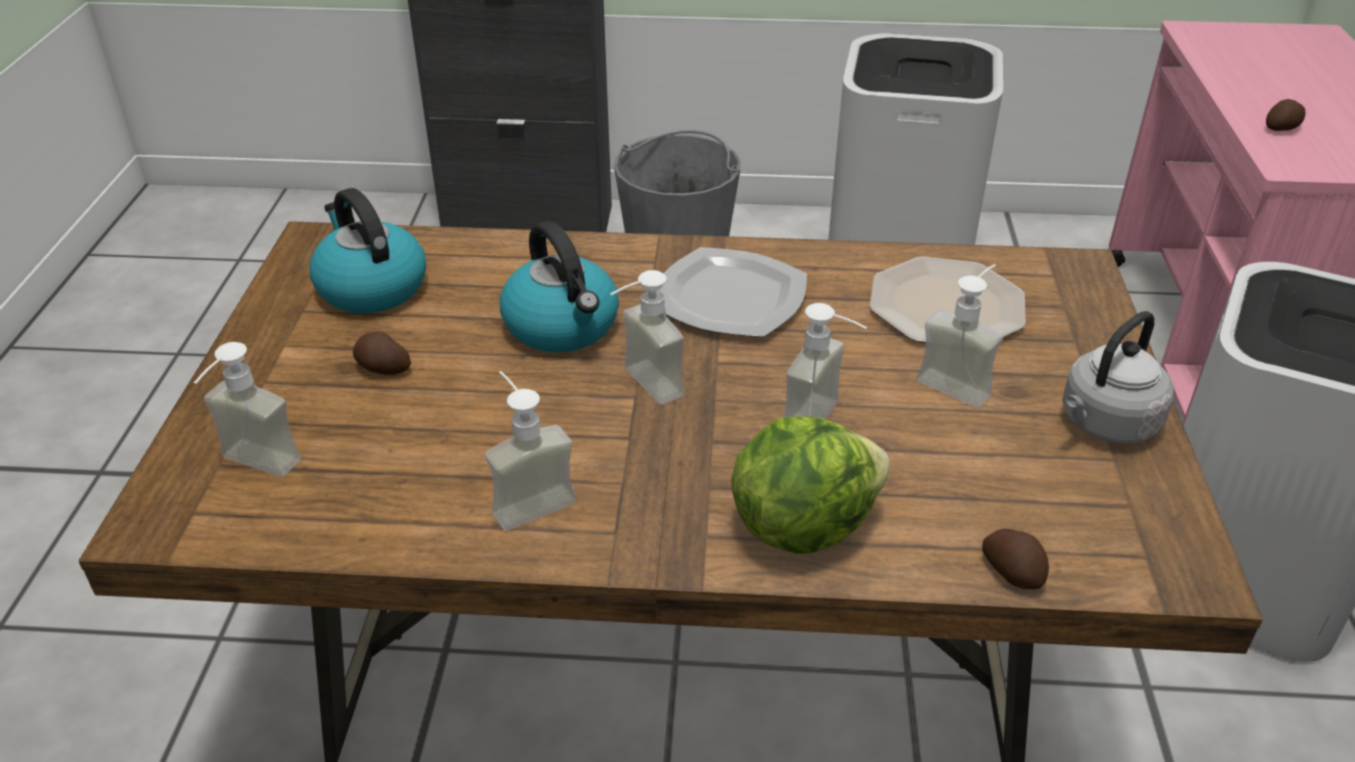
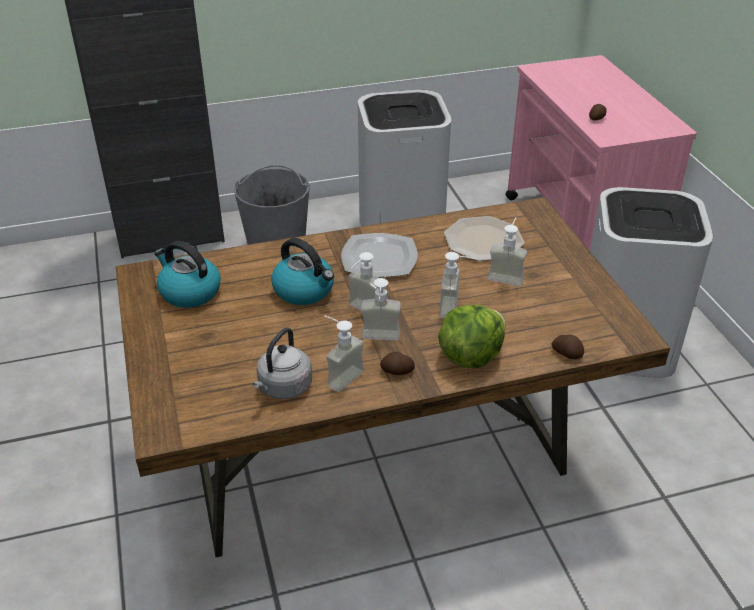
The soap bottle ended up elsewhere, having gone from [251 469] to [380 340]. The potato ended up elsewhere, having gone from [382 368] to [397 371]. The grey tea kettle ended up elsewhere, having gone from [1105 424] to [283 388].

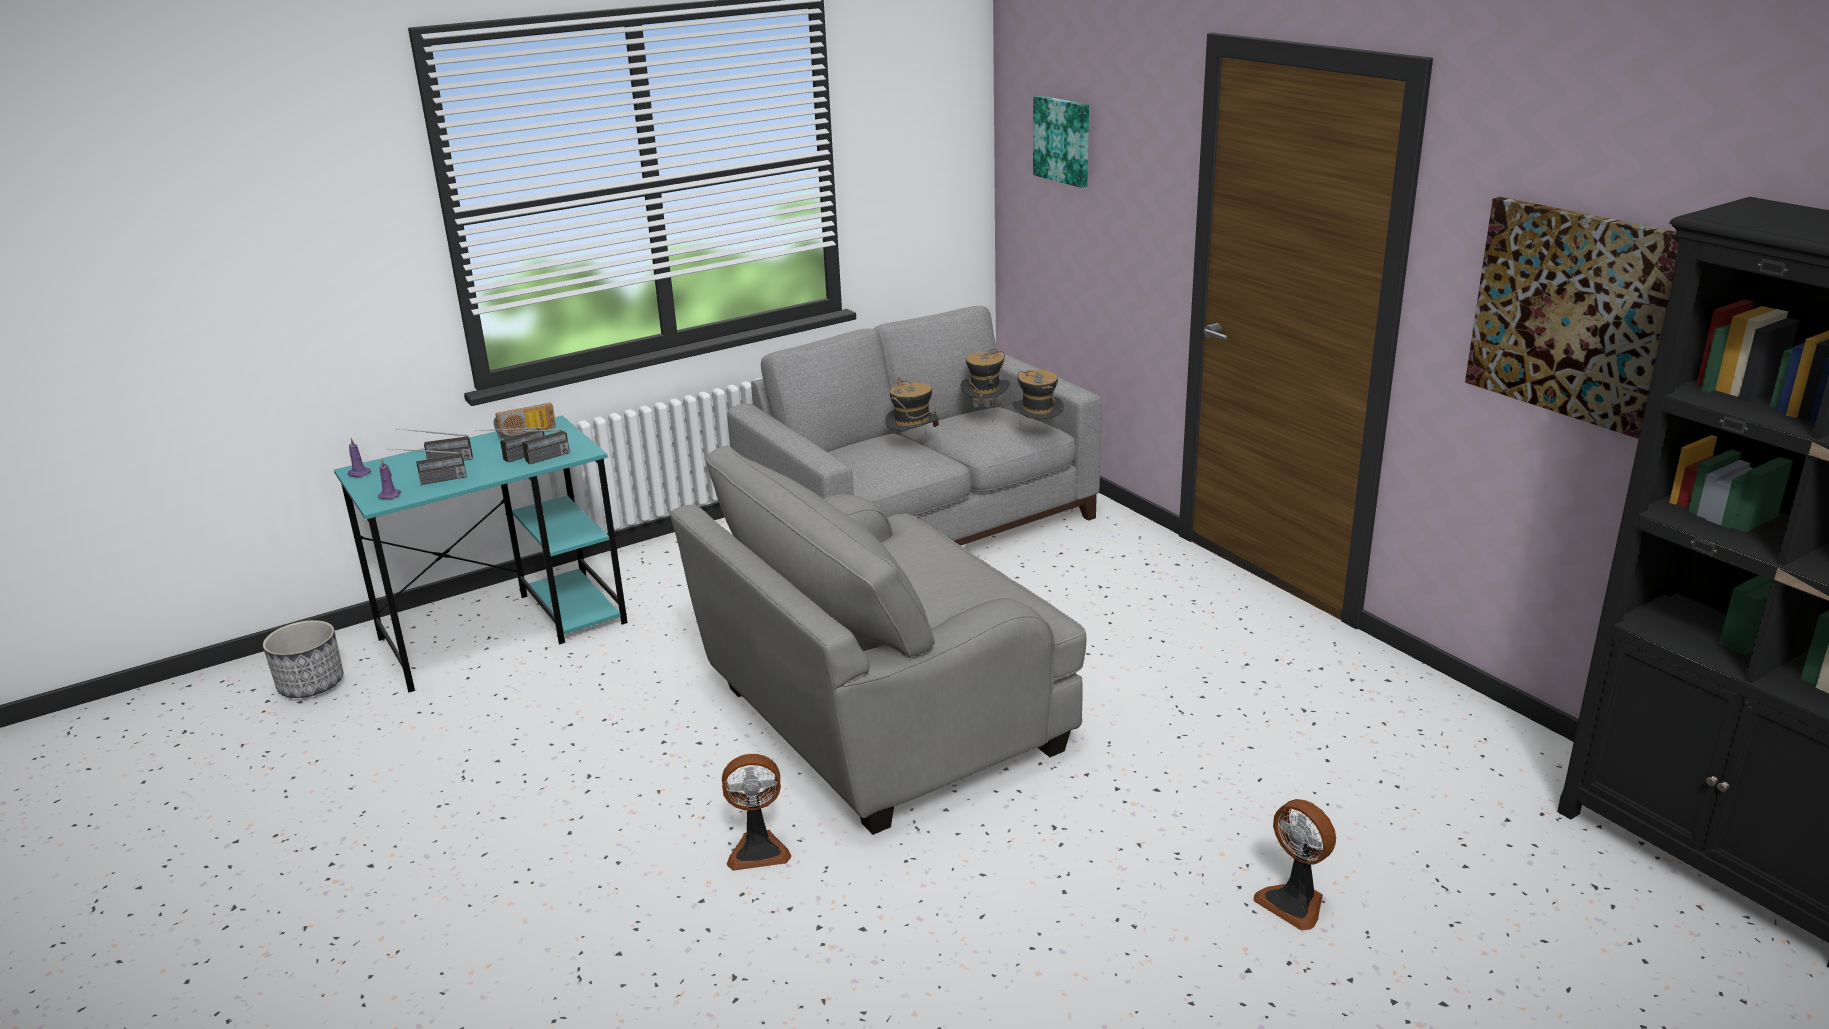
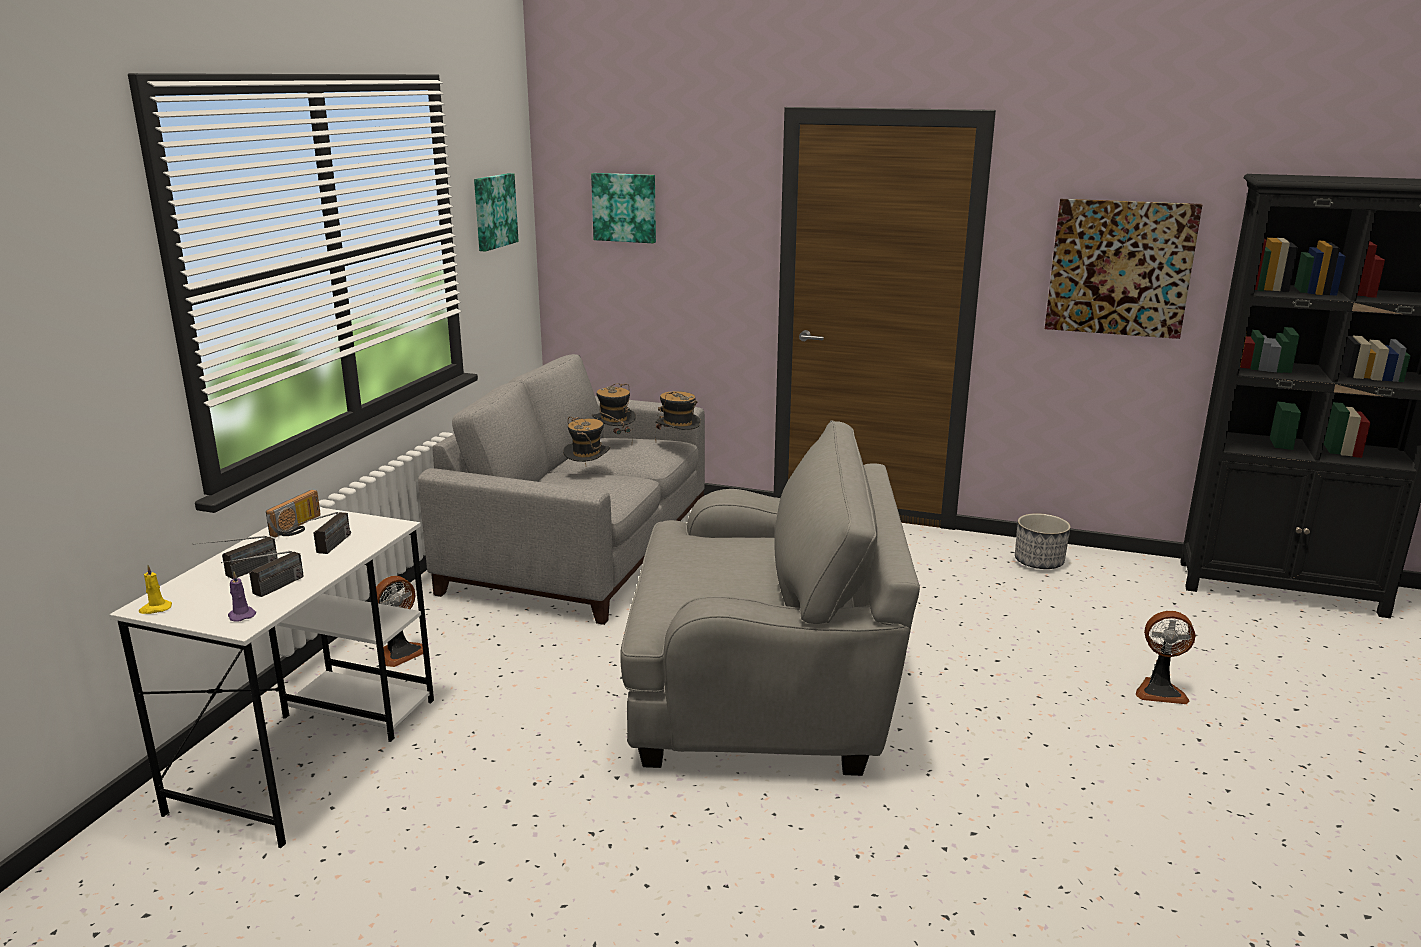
The planter ended up elsewhere, having gone from [311 685] to [1039 562]. What was the turquoise-coloured desk table at [505 630] turned into the whitish desk table at [310 751]. What was the purplish wax light at [358 474] turned into the yellowish wax light at [155 609]. The second view lost the radio at [537 460]. The grey lounge chair at [880 722] ended up facing another way, 105 degrees counterclockwise from before. The electric fan ended up elsewhere, having gone from [758 850] to [400 652]. The second view gained the picture at [493 211].

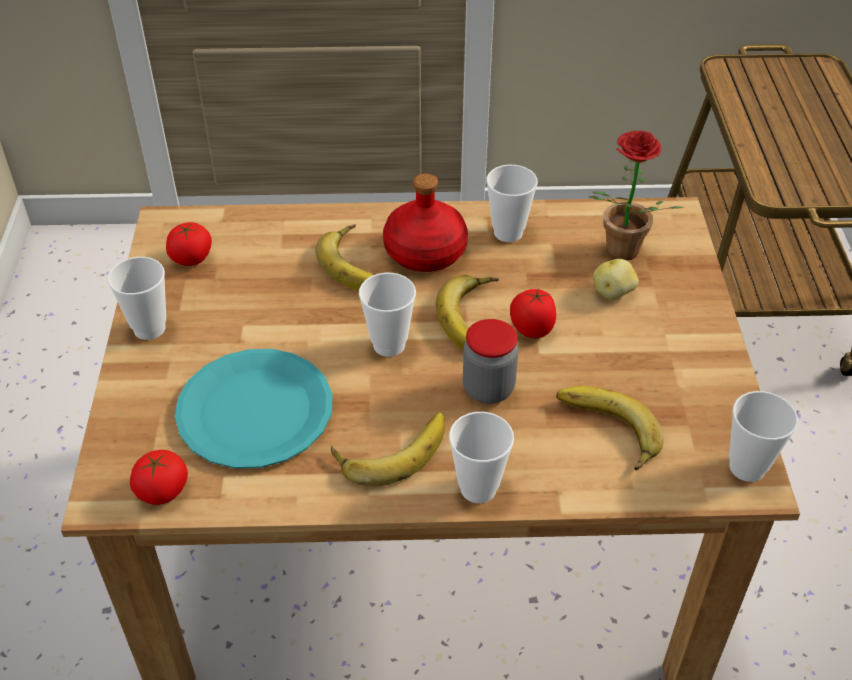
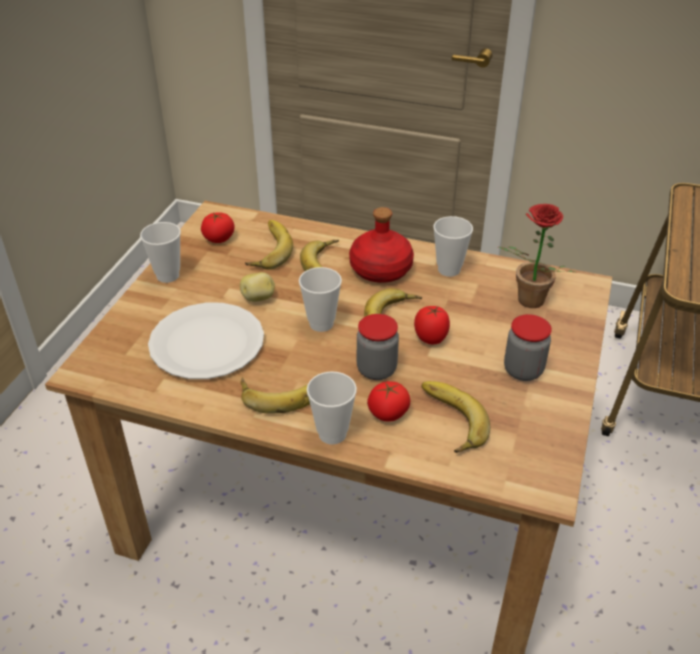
The whole tomato ended up elsewhere, having gone from [163 491] to [388 413]. What was the turquoise-coloured plate at [255 410] turned into the whitish plate at [207 343]. The potato ended up elsewhere, having gone from [613 292] to [259 298]. The second view lost the small cup at [747 467]. The second view gained the banana fruit at [267 249]. The second view gained the jar at [523 370].

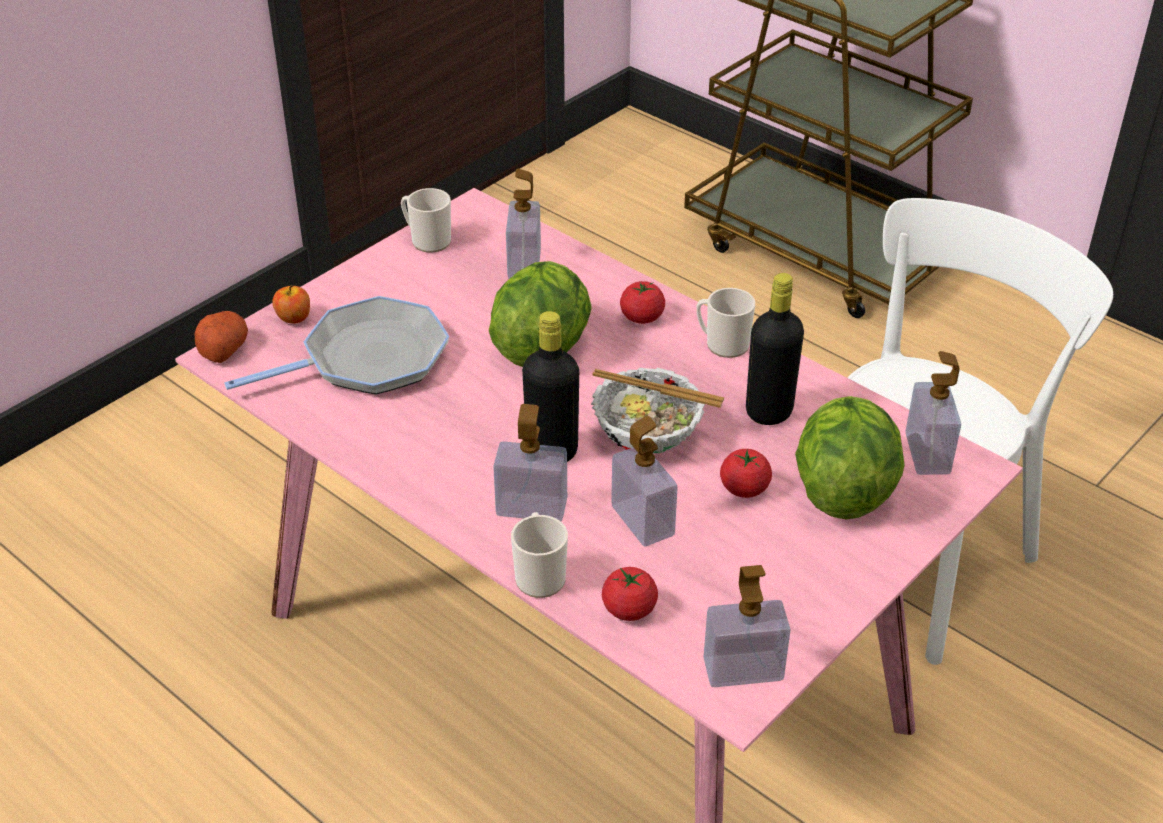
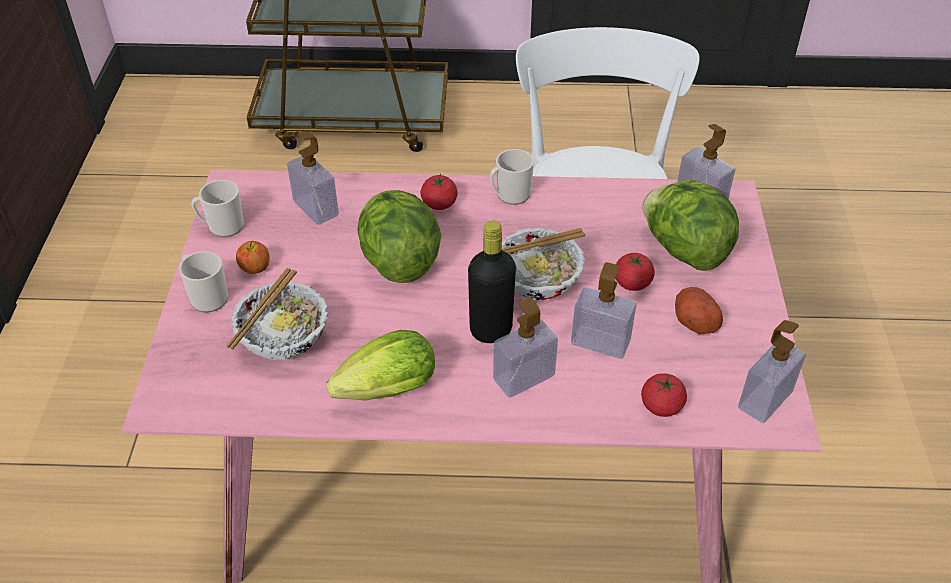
The potato ended up elsewhere, having gone from [223 349] to [694 321]. Where the skillet stood at [367 359], the bowl came to stand at [283 340]. The apple ended up elsewhere, having gone from [293 318] to [255 268]. The tea mug ended up elsewhere, having gone from [539 575] to [206 297]. The second view lost the blackish beverage bottle at [769 411]. The second view gained the lettuce head at [382 392].

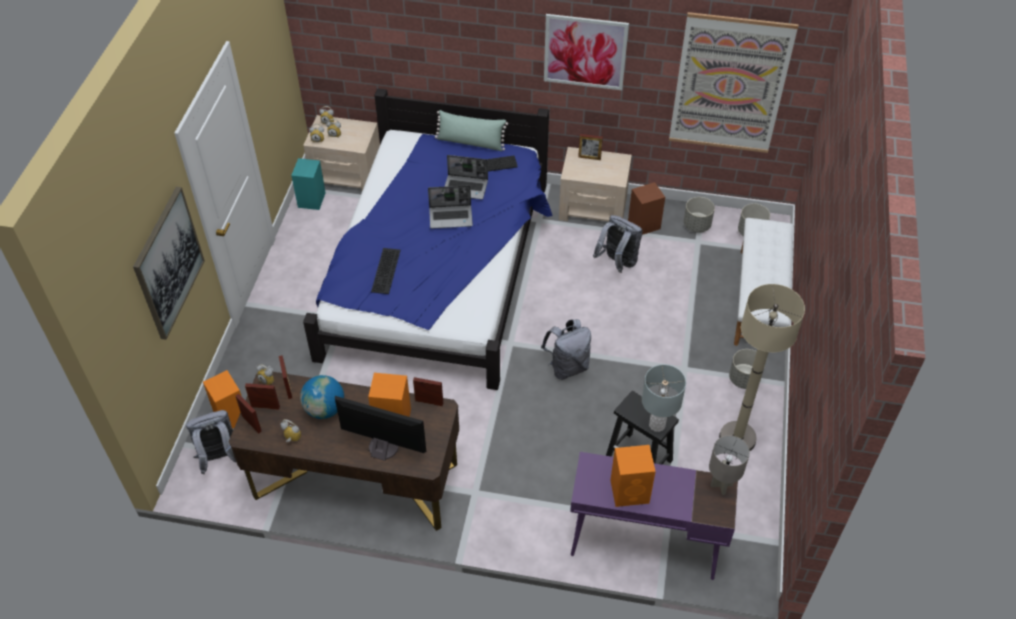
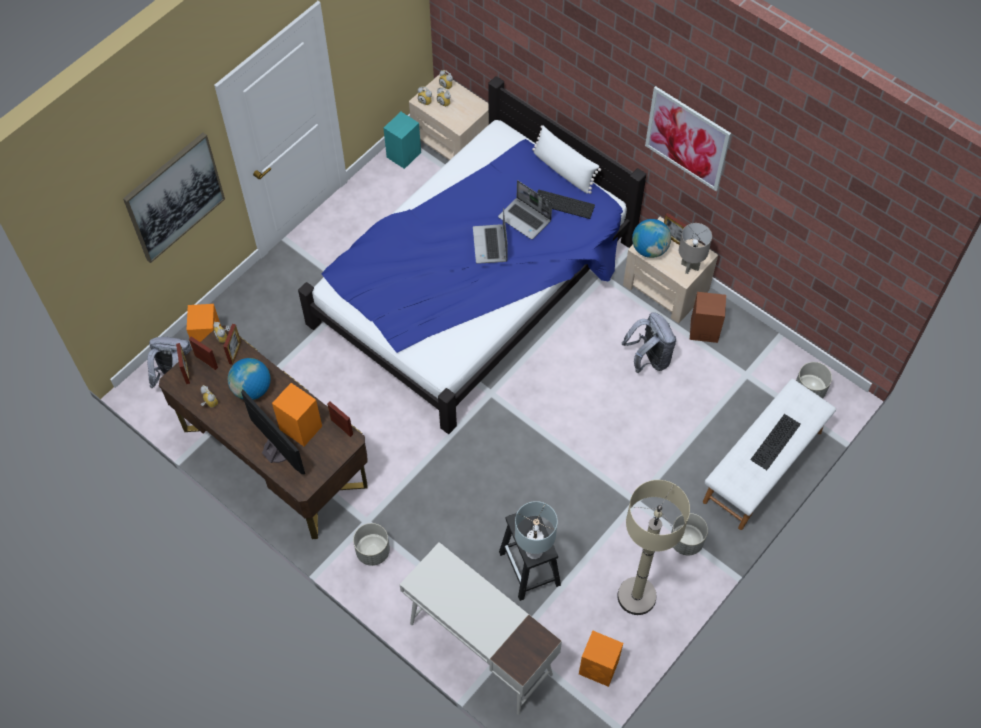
The computer keyboard ended up elsewhere, having gone from [387 271] to [776 443]. The portable computer at [451 217] ended up facing another way, 60 degrees clockwise from before. What was the green-coloured throw pillow at [470 142] turned into the whitish throw pillow at [563 170]. The second view lost the grey rucksack at [567 367]. What was the purplish desk table at [643 543] turned into the whitish desk table at [480 648]. The orange-coloured speaker ended up elsewhere, having gone from [630 491] to [599 668]. The second view lost the picture at [729 85]. The grey planter ended up elsewhere, having gone from [696 225] to [372 551]. The grey lamp for a table ended up elsewhere, having gone from [721 485] to [689 266]. The second view gained the world globe at [649 249].

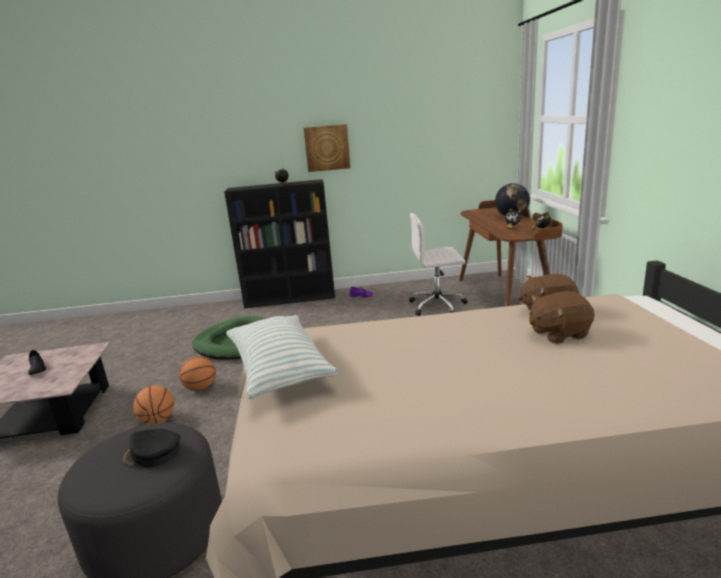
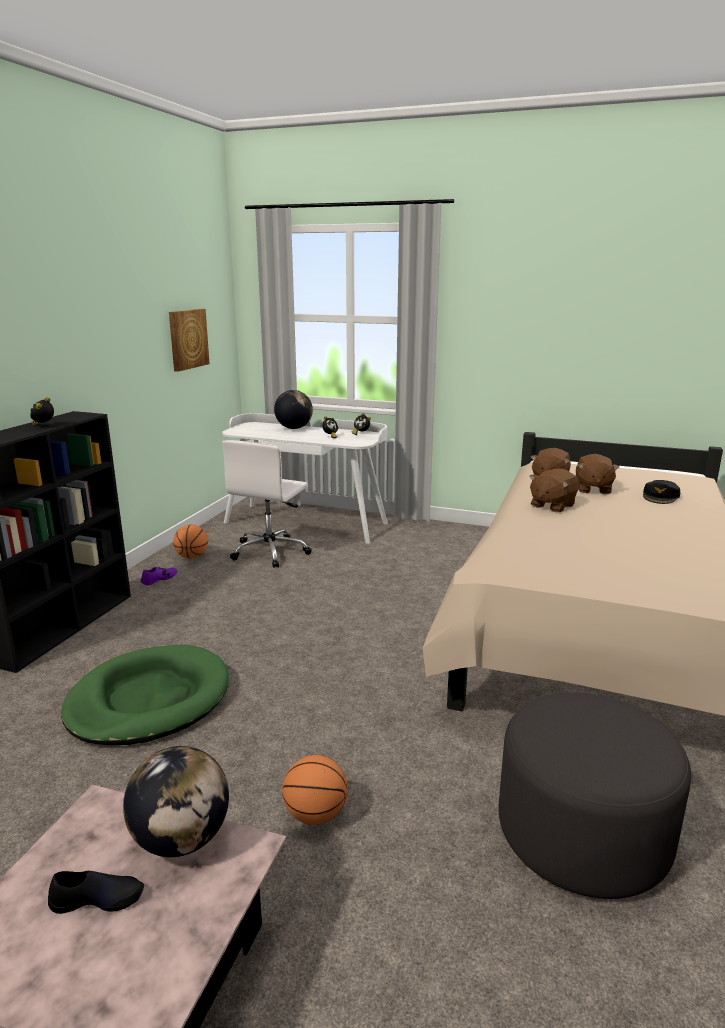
The blackish baseball cap ended up elsewhere, having gone from [152 453] to [661 496]. The basketball ended up elsewhere, having gone from [201 388] to [192 557]. The second view lost the throw pillow at [279 370]. The picture ended up elsewhere, having gone from [327 148] to [187 339]. What was the brown-coloured desk table at [504 298] turned into the whitish desk table at [306 522]. The second view gained the world globe at [181 839]. The second view gained the brown-coloured plush toy at [552 505].

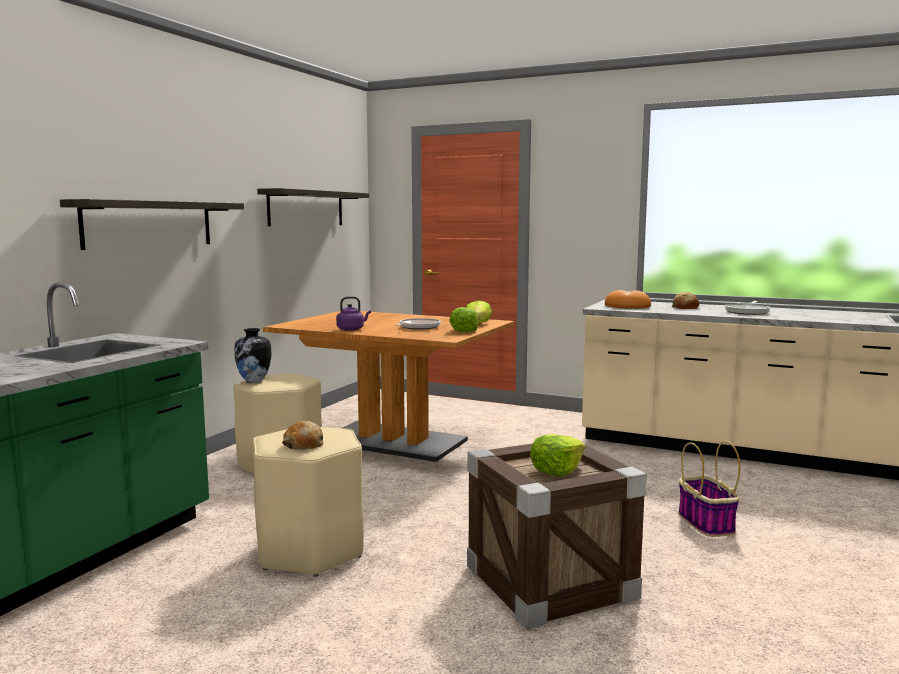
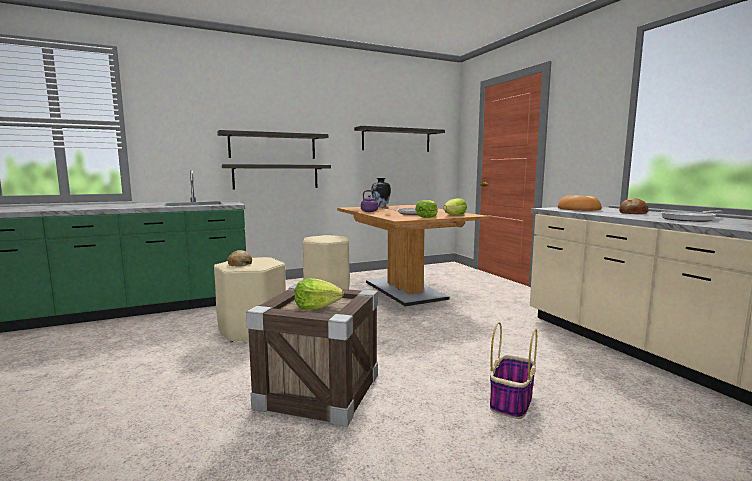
The vase ended up elsewhere, having gone from [254 381] to [380 206]. The second view gained the bracket shelf at [276 176].

